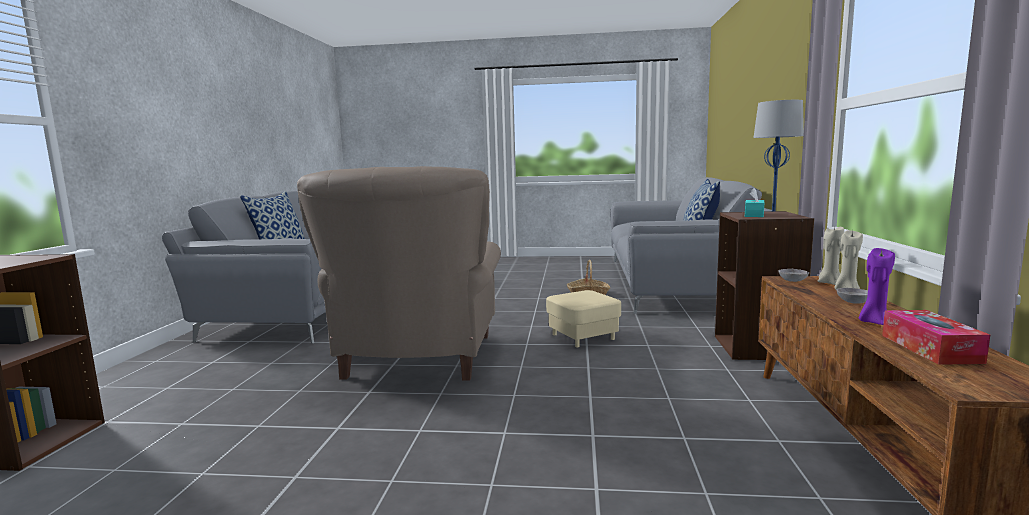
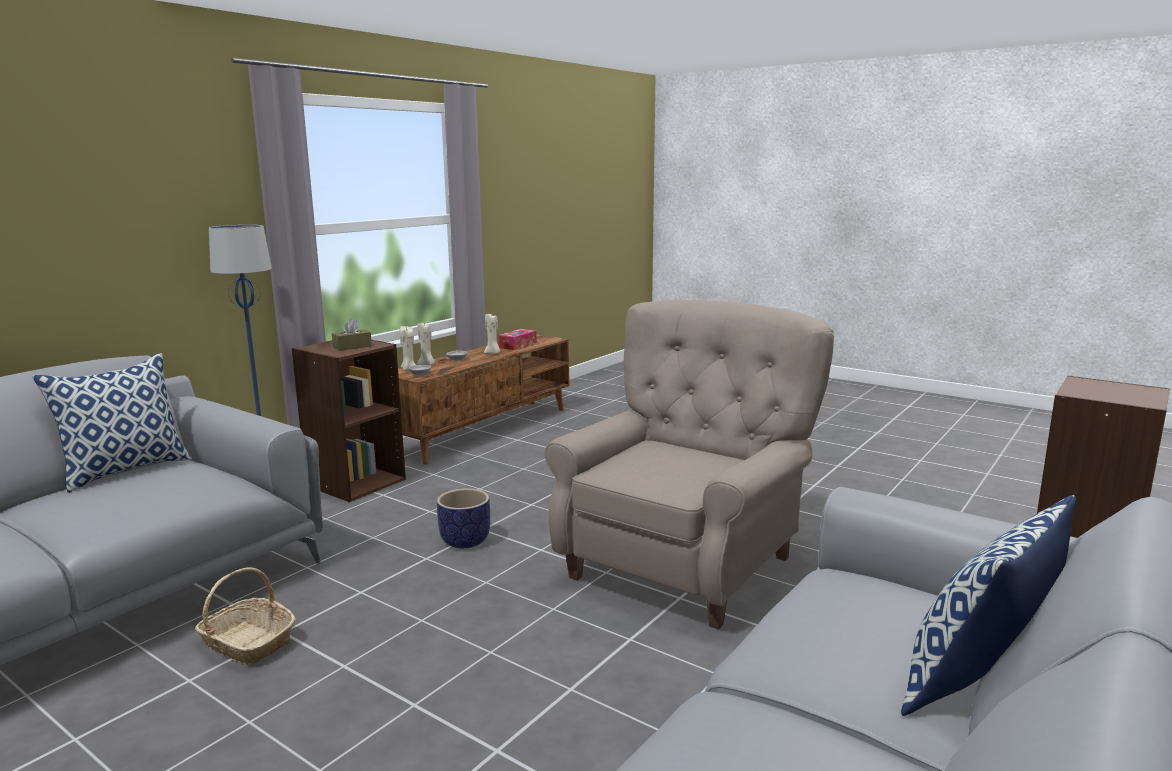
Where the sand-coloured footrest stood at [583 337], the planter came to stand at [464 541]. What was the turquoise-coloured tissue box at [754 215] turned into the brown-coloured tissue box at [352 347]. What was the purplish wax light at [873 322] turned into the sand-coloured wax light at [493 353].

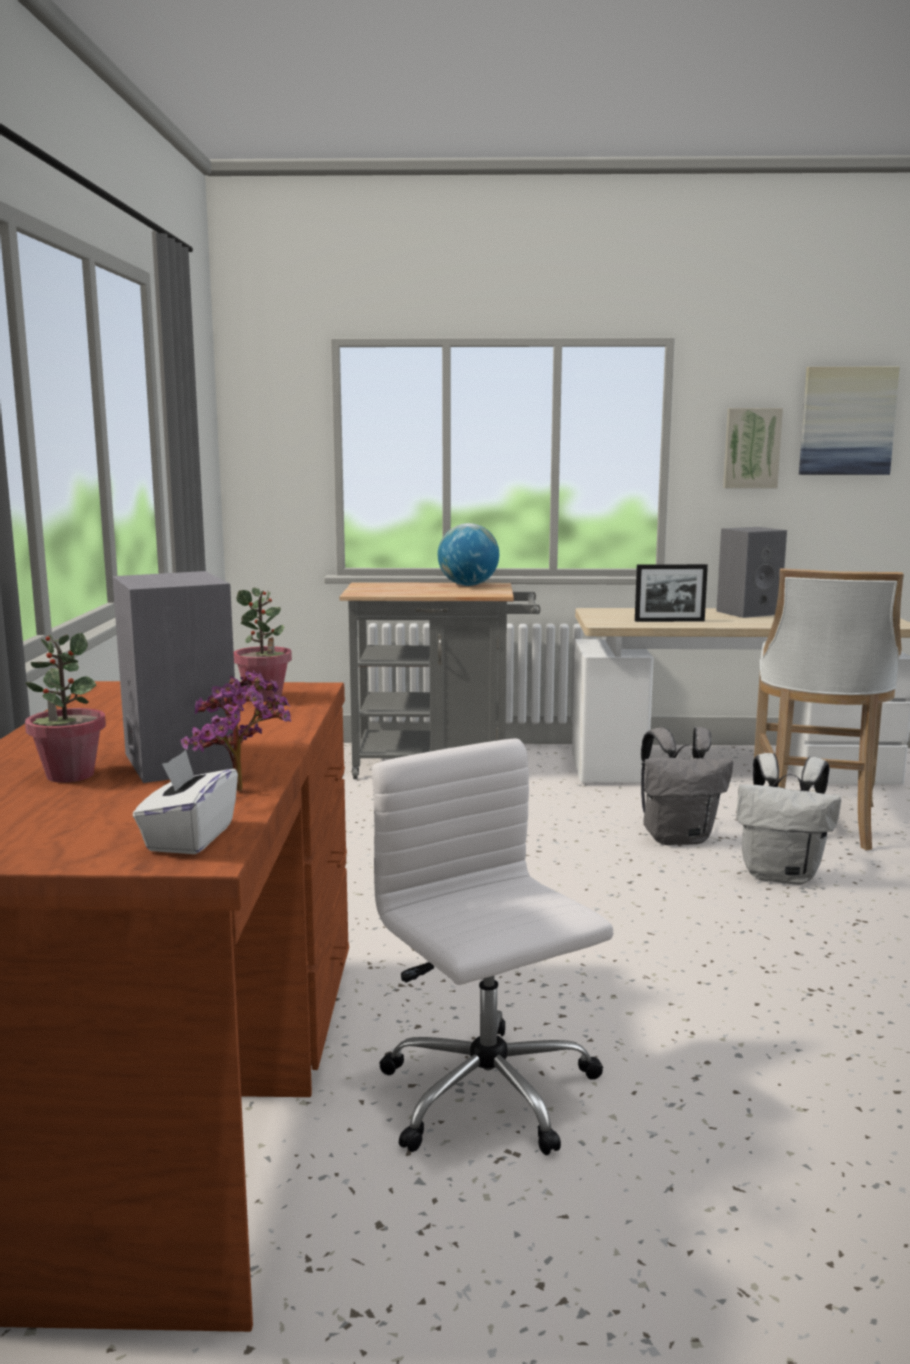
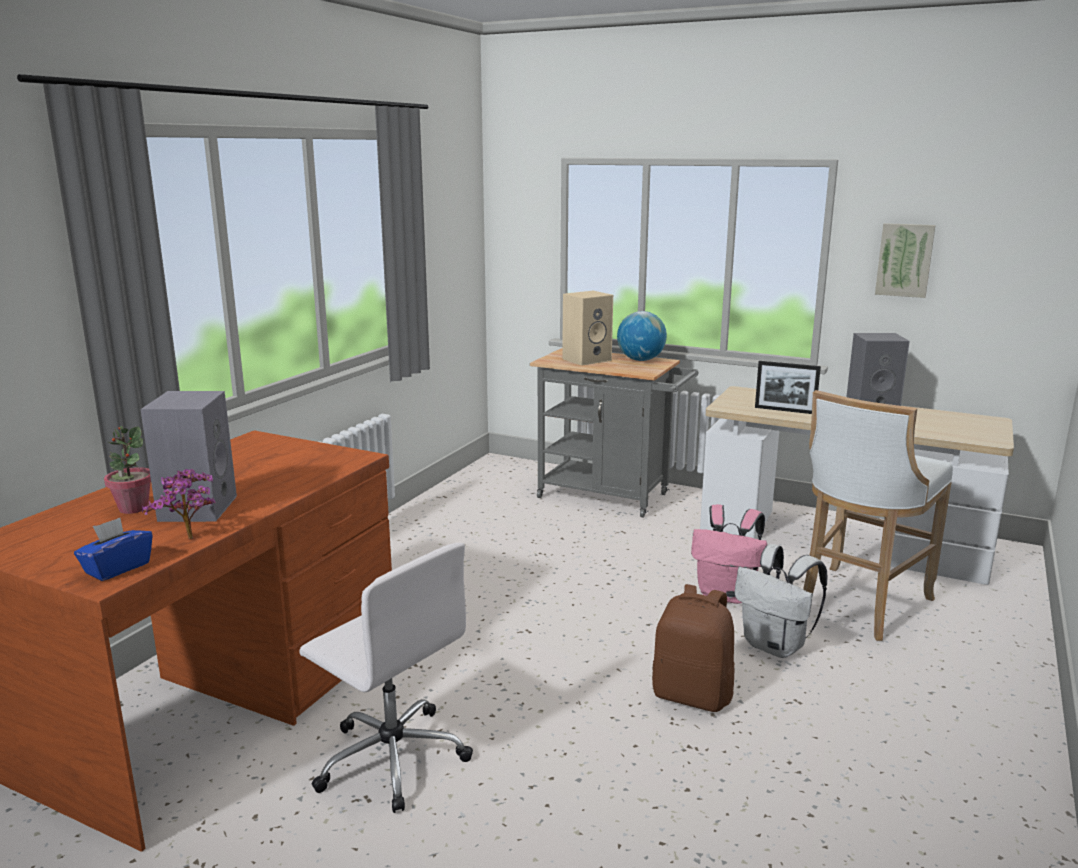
What was the whitish tissue box at [189 838] turned into the bluish tissue box at [117 568]. The second view lost the houseplant at [264 697]. The whitish computer chair at [489 1096] ended up facing another way, 135 degrees clockwise from before. What was the grey rucksack at [678 838] turned into the pink rucksack at [727 595]. The second view lost the picture at [847 421]. The second view gained the sand-coloured speaker at [587 359]. The second view gained the brown-coloured rucksack at [692 695].

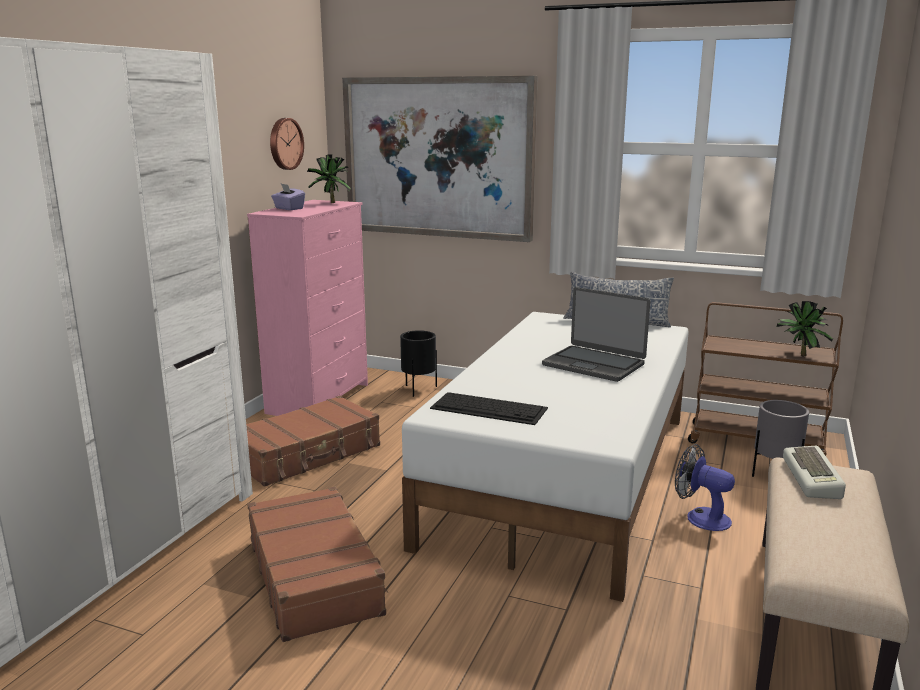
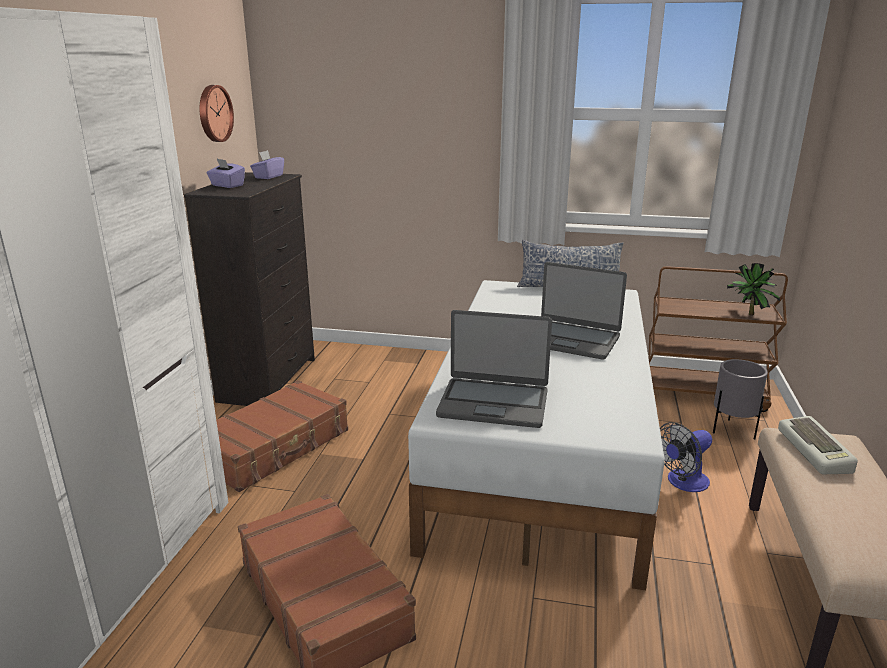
What was the pink chest of drawers at [320 398] turned into the blackish chest of drawers at [269 379]. Where the houseplant stood at [330 203], the purplish tissue box came to stand at [268 177]. The second view lost the picture at [438 157]. The second view lost the blackish planter at [418 390]. Where the computer keyboard stood at [490 408], the portable computer came to stand at [493 403]. The electric fan at [700 517] ended up facing another way, 60 degrees counterclockwise from before.

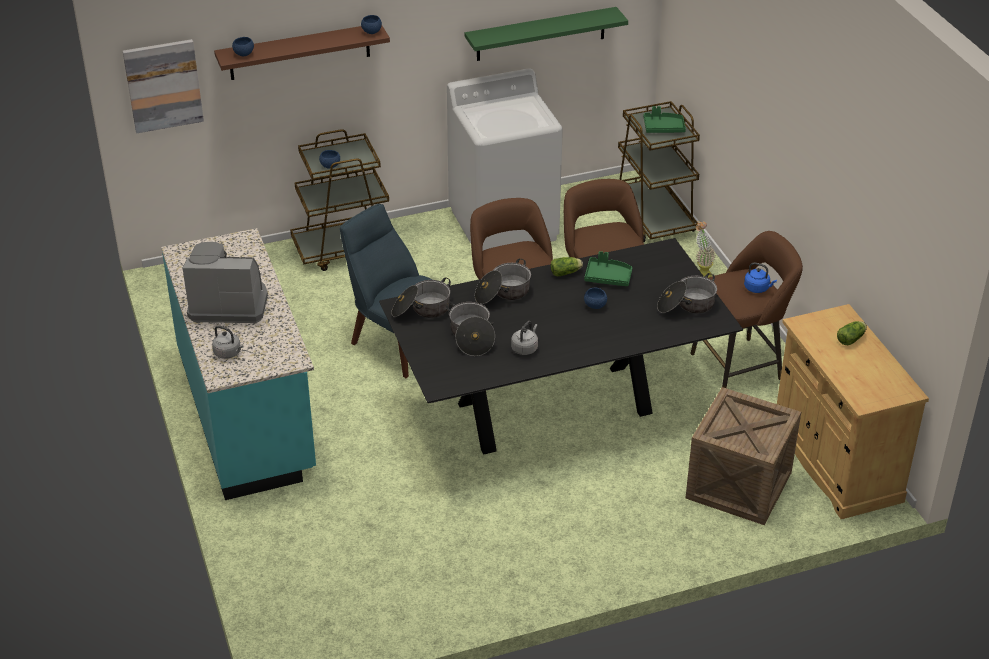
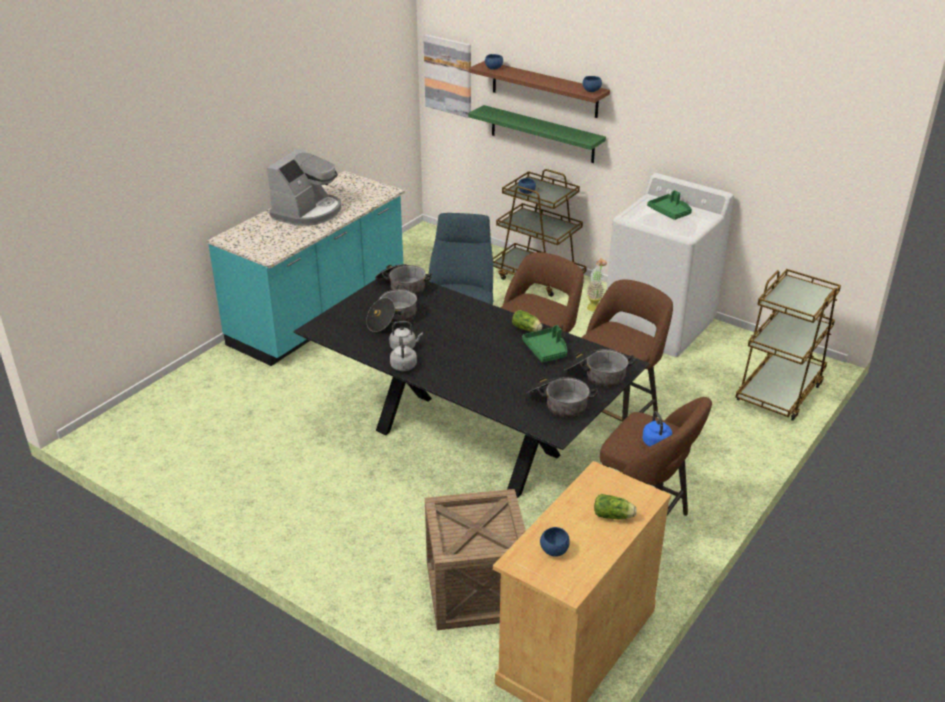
The coffee machine at [228 303] ended up facing another way, 60 degrees clockwise from before. The grey tea kettle ended up elsewhere, having gone from [228 353] to [403 367]. The green-coloured bracket shelf ended up elsewhere, having gone from [541 34] to [542 134]. The saucepot ended up elsewhere, having gone from [503 293] to [596 376]. The bluish bowl ended up elsewhere, having gone from [595 306] to [554 551]. The green-coloured serving tray ended up elsewhere, having gone from [663 128] to [670 212]. The houseplant ended up elsewhere, having gone from [701 272] to [595 306].

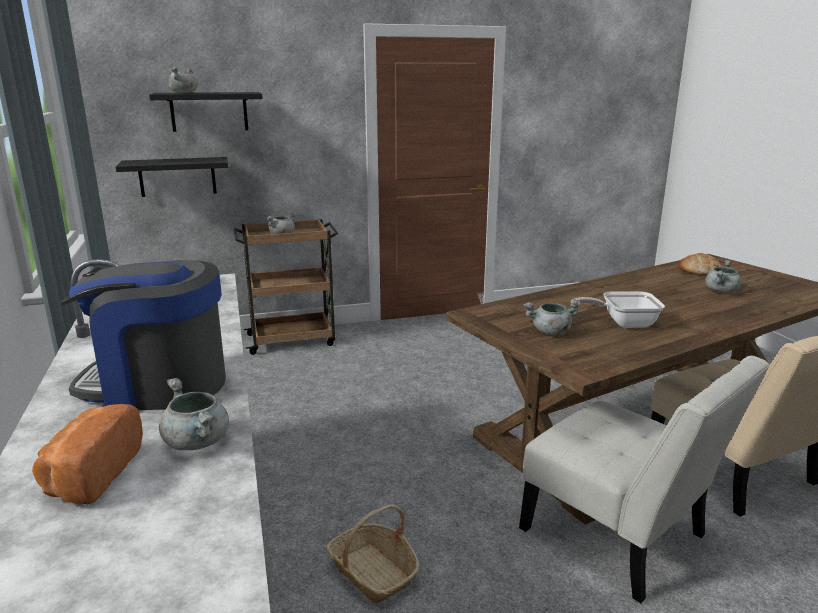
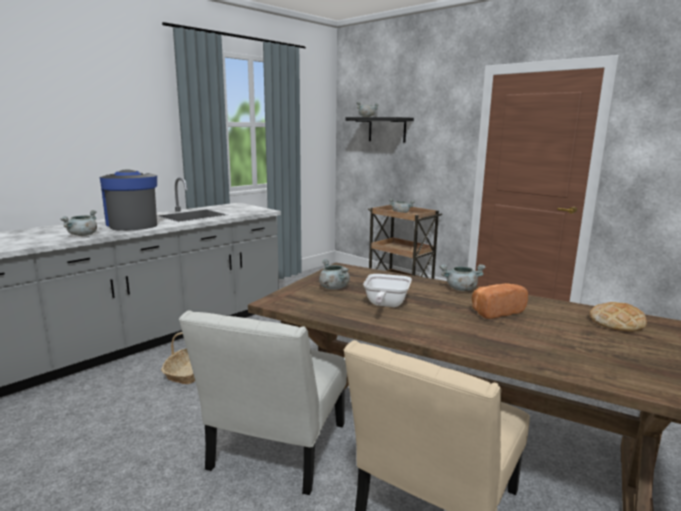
The baked bread ended up elsewhere, having gone from [90 475] to [495 311]. The second view lost the blackish bracket shelf at [177 177]. The skillet at [623 323] ended up facing another way, 135 degrees counterclockwise from before. The grey saucepot ended up elsewhere, having gone from [721 291] to [460 289].

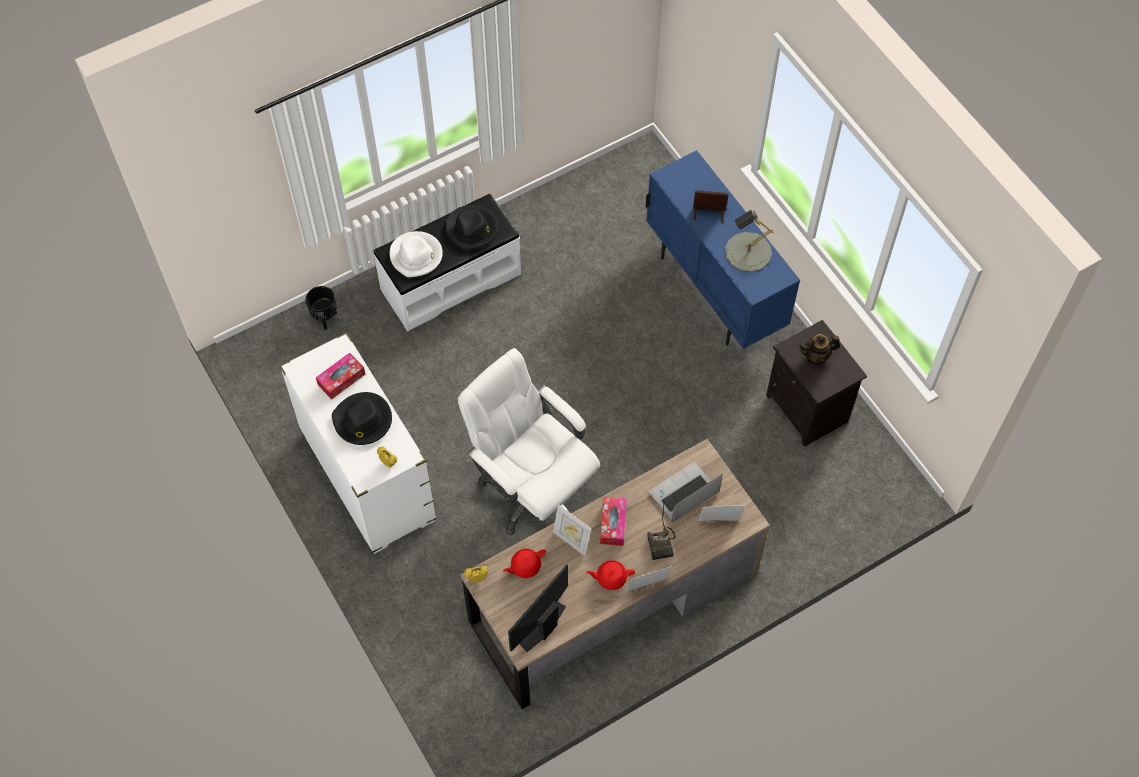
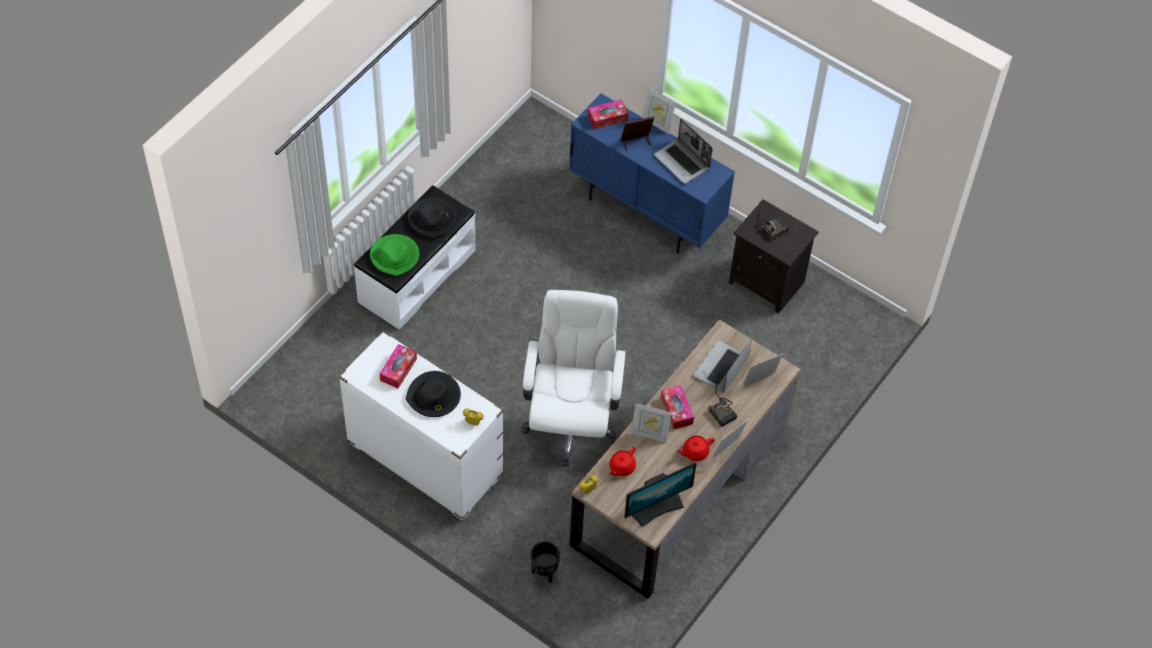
The blackish planter ended up elsewhere, having gone from [325 318] to [544 572]. What was the whitish hat at [416 256] turned into the green-coloured hat at [395 256]. The whitish computer chair at [532 488] ended up facing another way, 75 degrees clockwise from before. The computer screen at [540 625] ended up facing another way, 135 degrees counterclockwise from before. Where the grey lamp for a table stood at [748 252], the portable computer came to stand at [682 162]. Where the teapot stood at [816 357], the radio came to stand at [772 229]. The second view gained the tissue box at [607 118]. The second view gained the photo frame at [657 124].

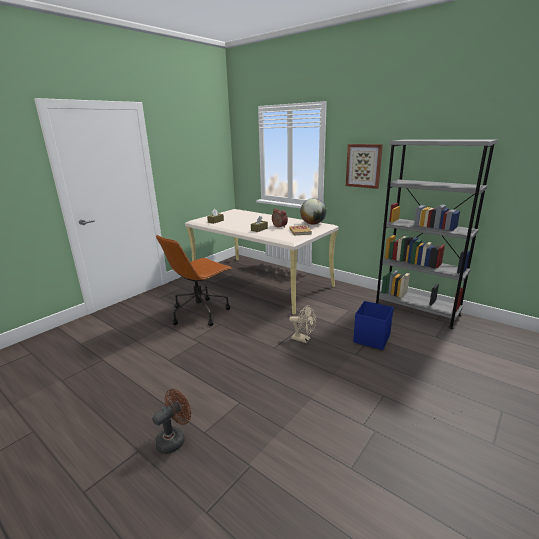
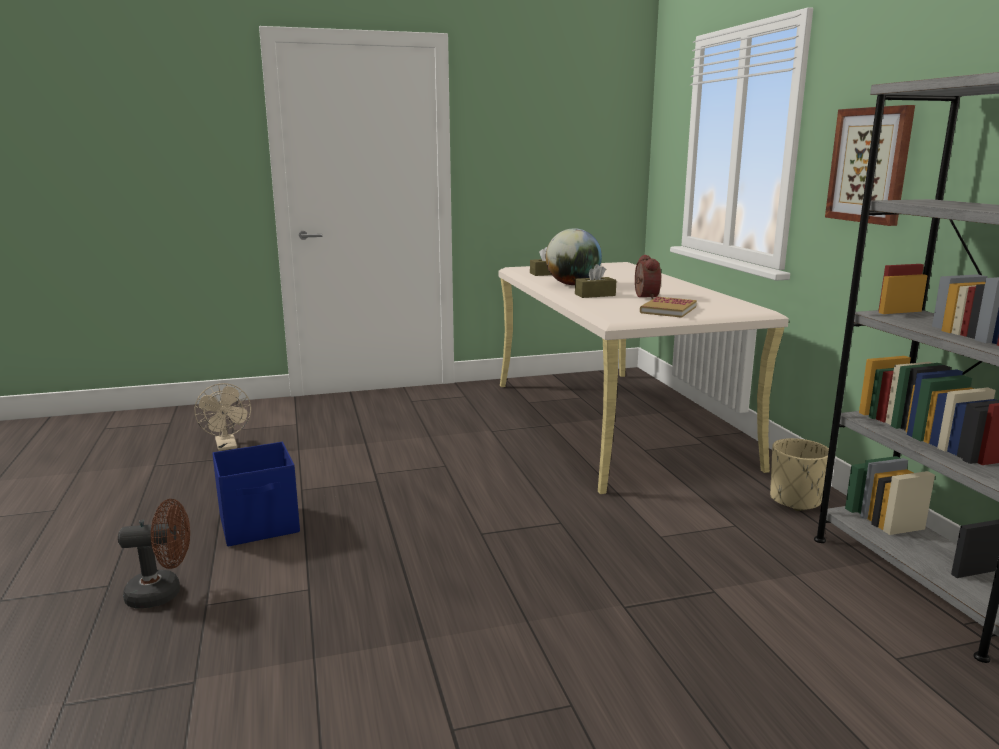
The second view lost the brown-coloured computer chair at [200 312]. The sand-coloured electric fan ended up elsewhere, having gone from [303 339] to [227 446]. The world globe ended up elsewhere, having gone from [313 224] to [572 284]. The bluish storage box ended up elsewhere, having gone from [372 338] to [260 525]. The second view gained the sand-coloured planter at [795 500].

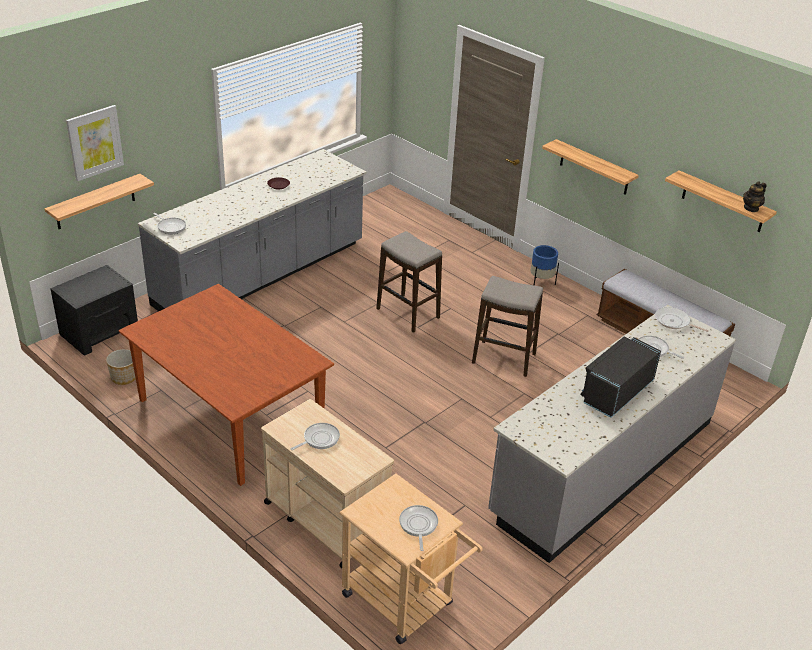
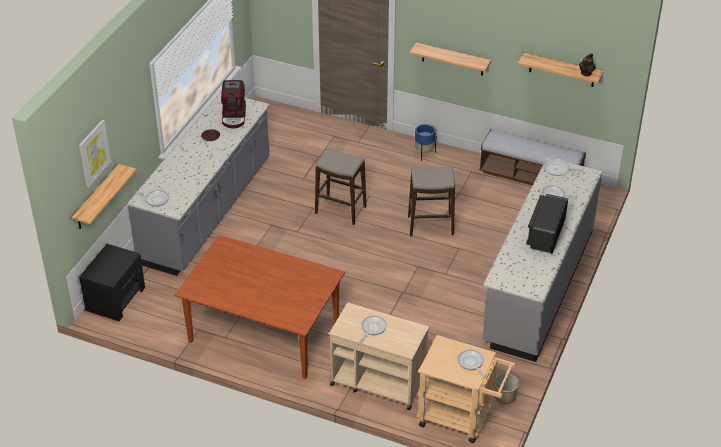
The planter ended up elsewhere, having gone from [124 377] to [504 396]. The second view gained the coffee machine at [234 116].

